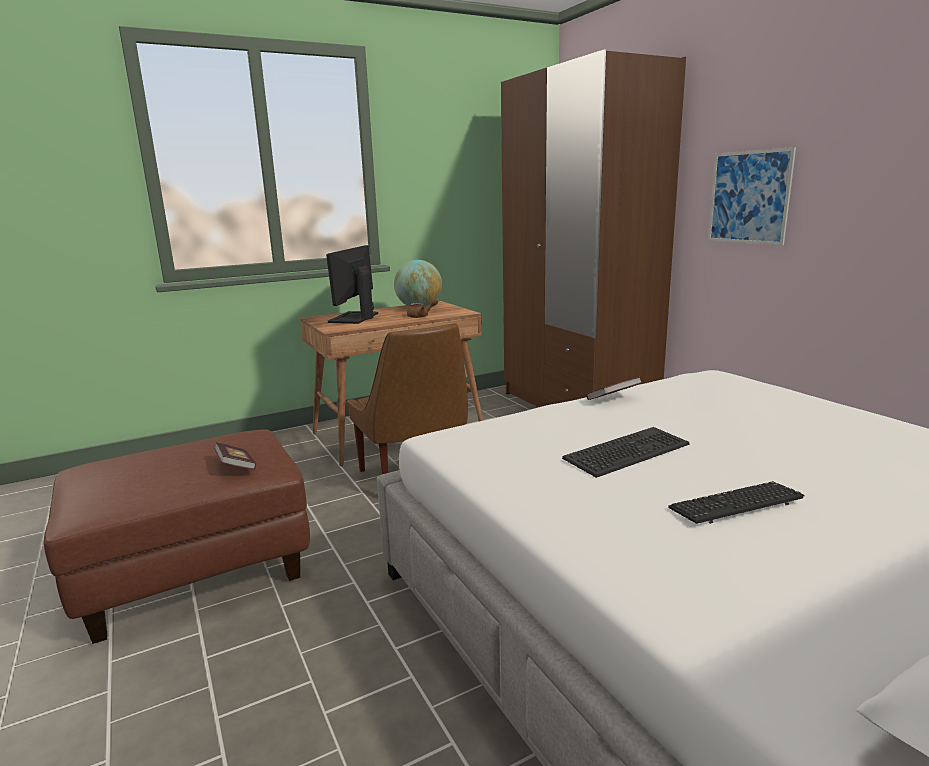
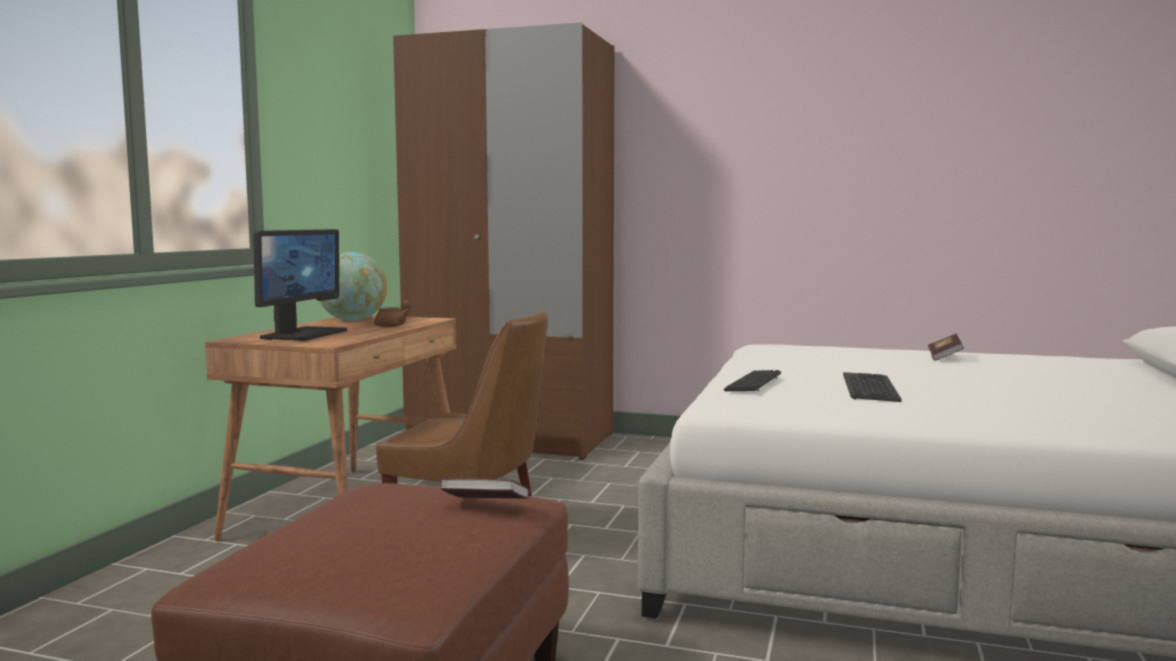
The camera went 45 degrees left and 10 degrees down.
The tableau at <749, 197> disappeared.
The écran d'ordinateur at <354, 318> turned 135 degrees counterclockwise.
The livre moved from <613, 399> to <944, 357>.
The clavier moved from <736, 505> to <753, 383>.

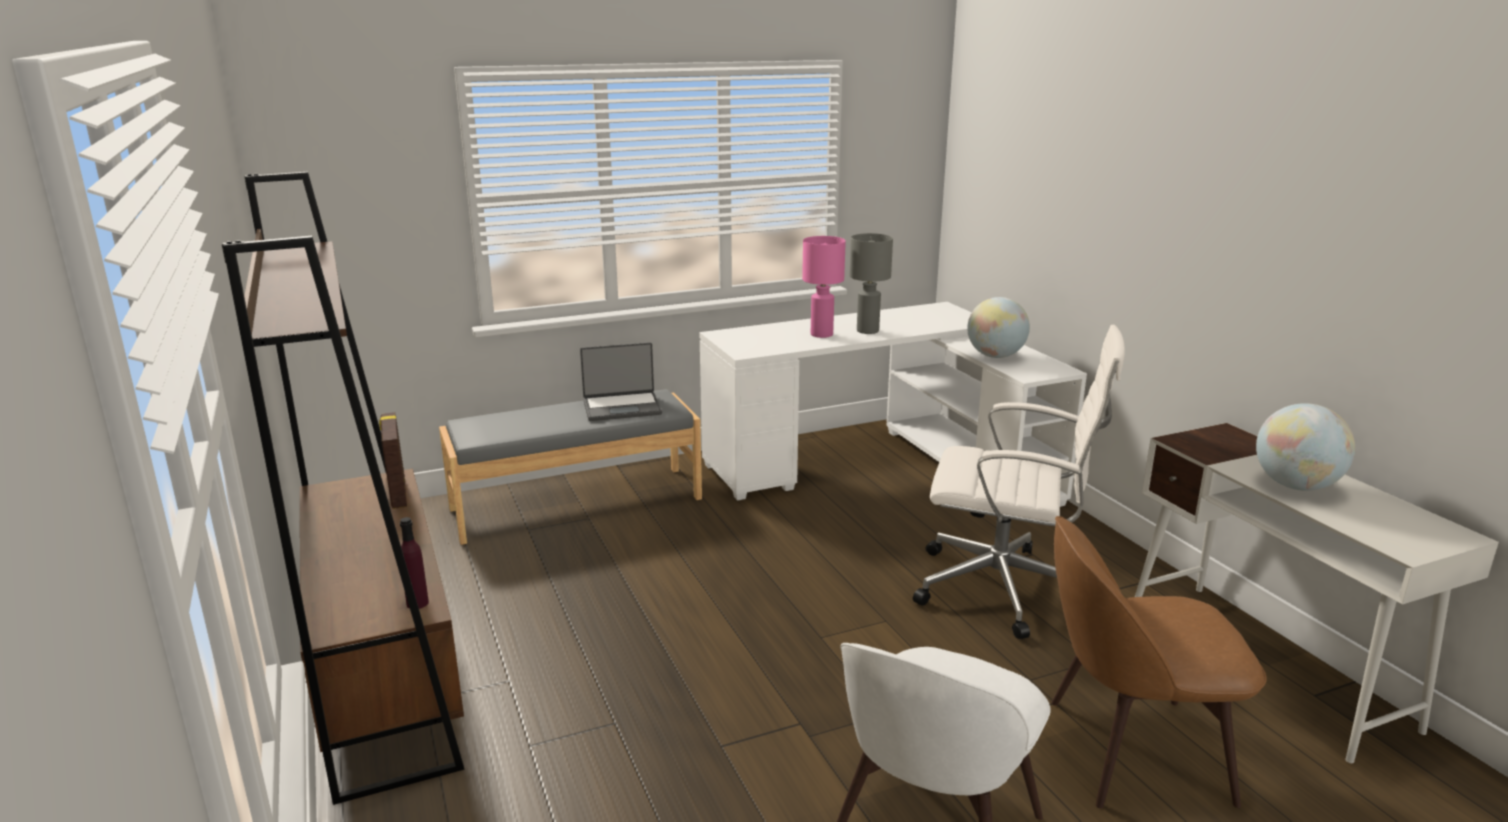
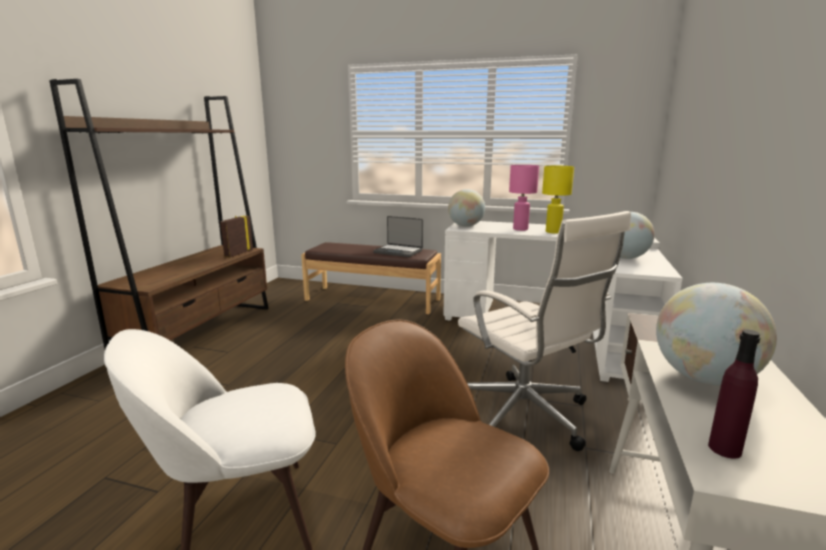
The camera went 40 degrees right and 5 degrees down.
The lampe de table/gris at <868, 331> became the lampe de table/jaune at <553, 232>.
The banc/gris at <576, 503> became the banc/marron at <373, 299>.
The bouteille/violet moved from <417, 603> to <724, 449>.
The globe at <465, 226> appeared.

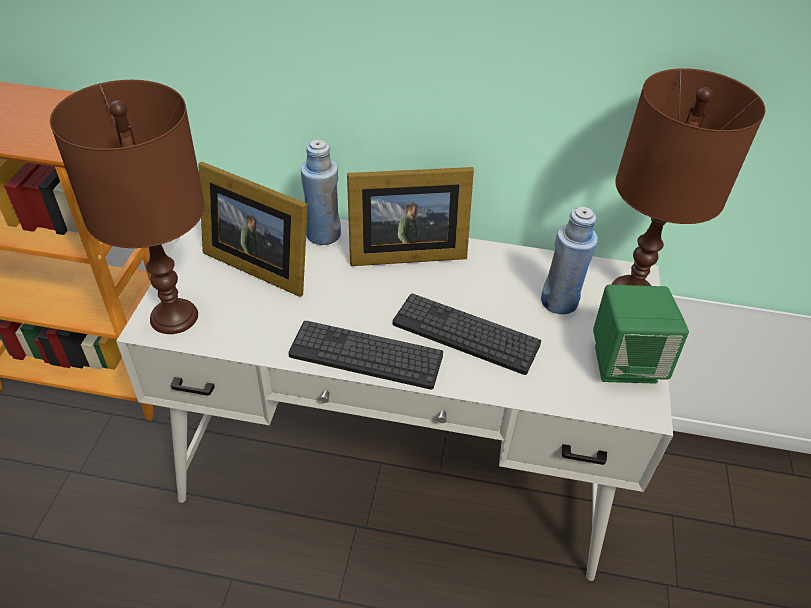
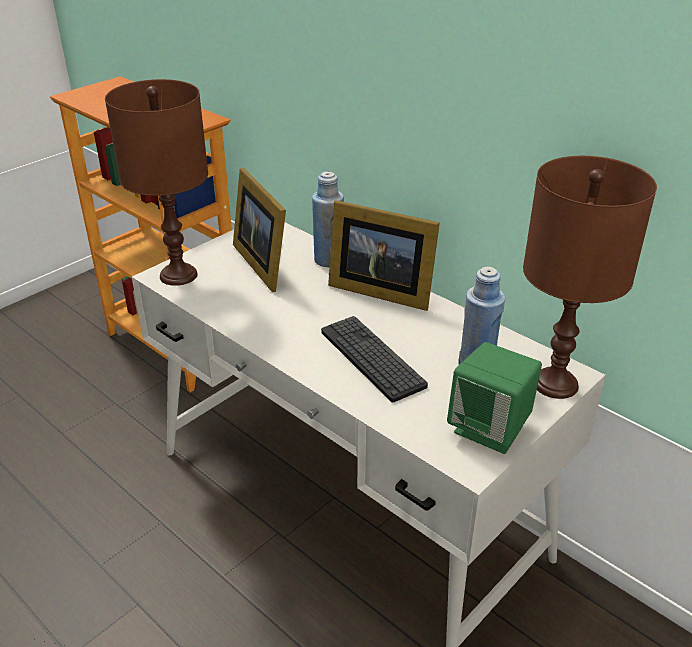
The camera went 35 degrees right and 10 degrees down.
The clavier at <366, 355> disappeared.

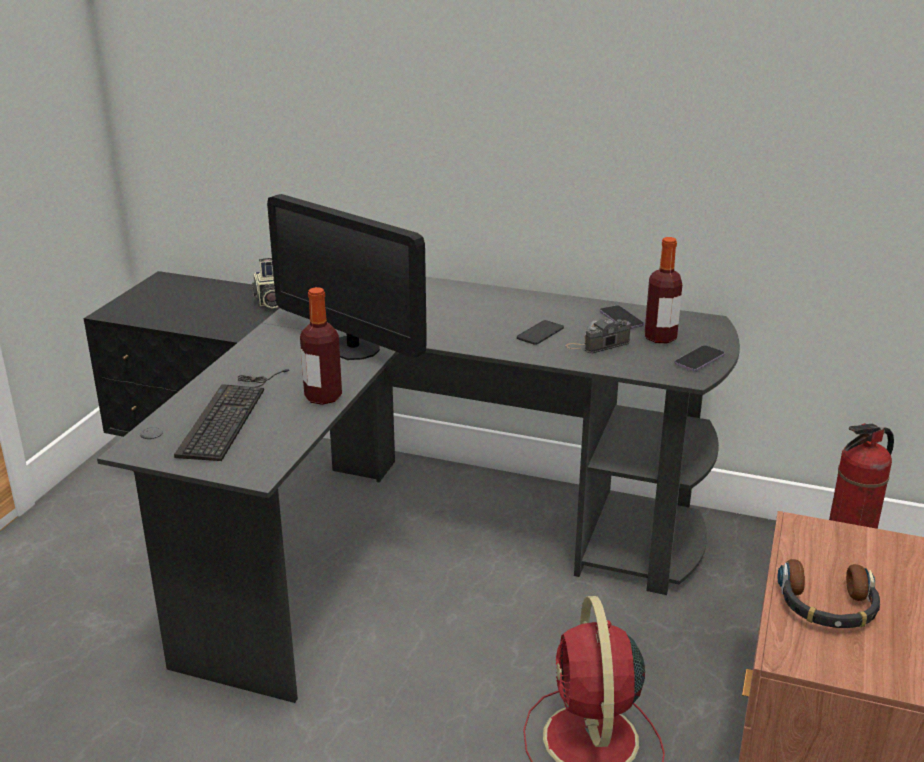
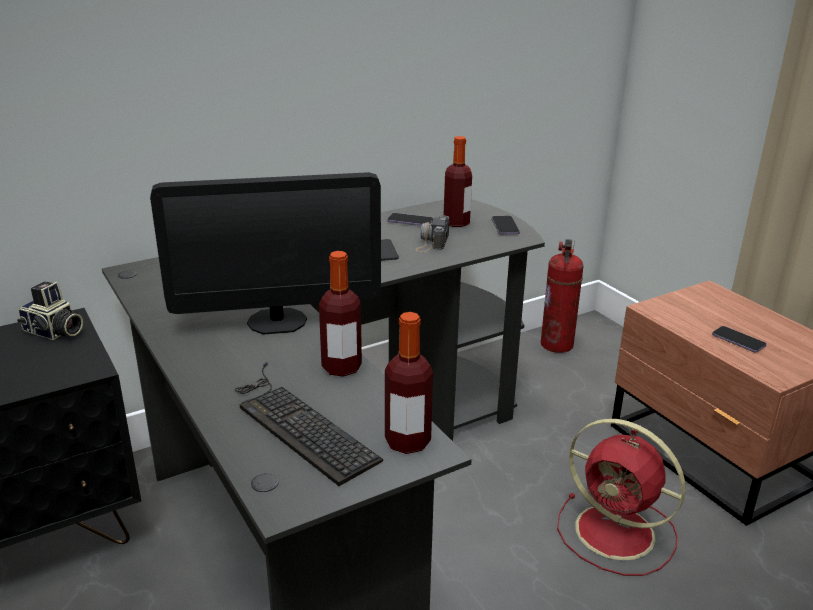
The camera went 50 degrees left and 0 degrees up.
The casque audio at <827, 606> was replaced by the téléphone at <738, 341>.
The bouteille at <407, 442> appeared.

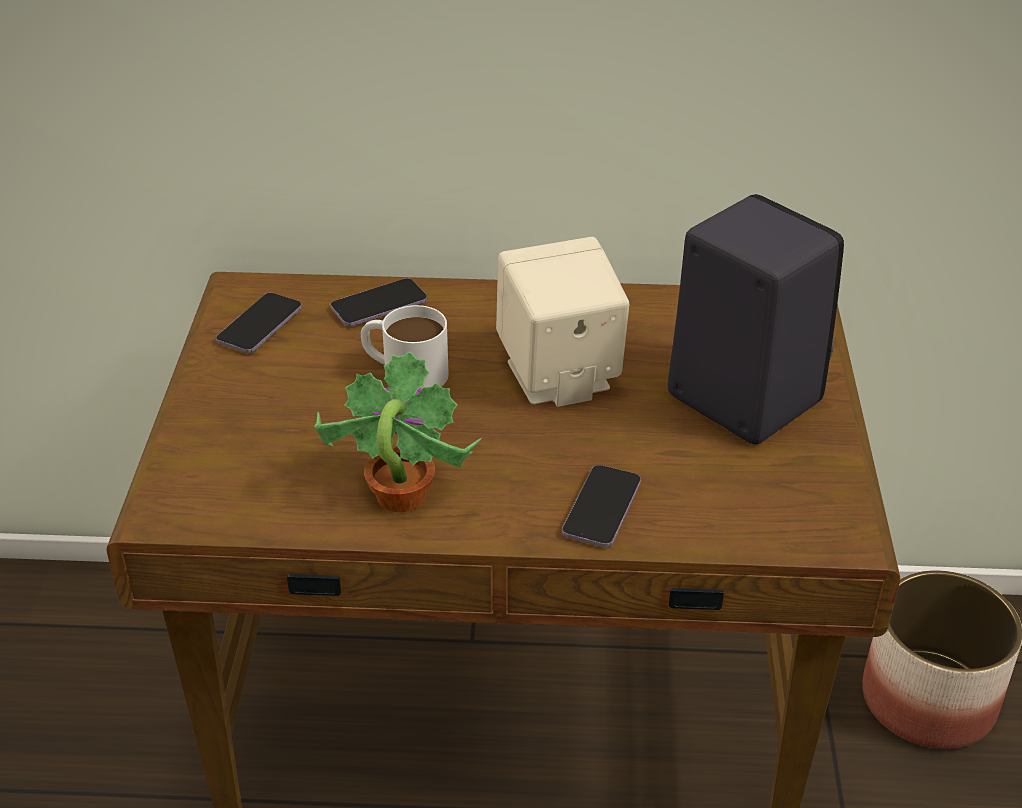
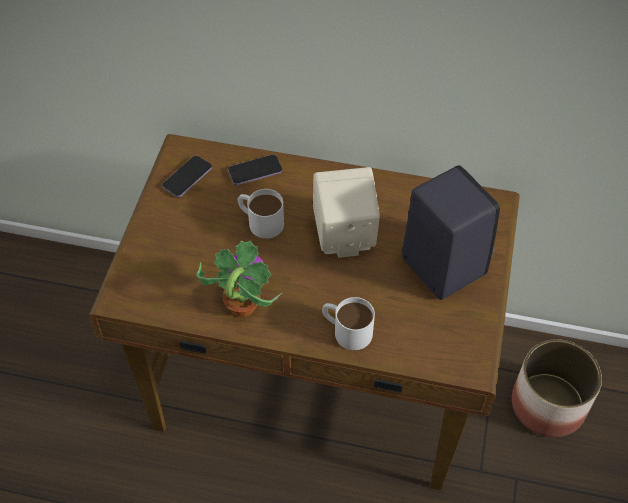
The camera went 10 degrees right and 15 degrees up.
The téléphone at <602, 508> was replaced by the mug/blanc at <346, 330>.

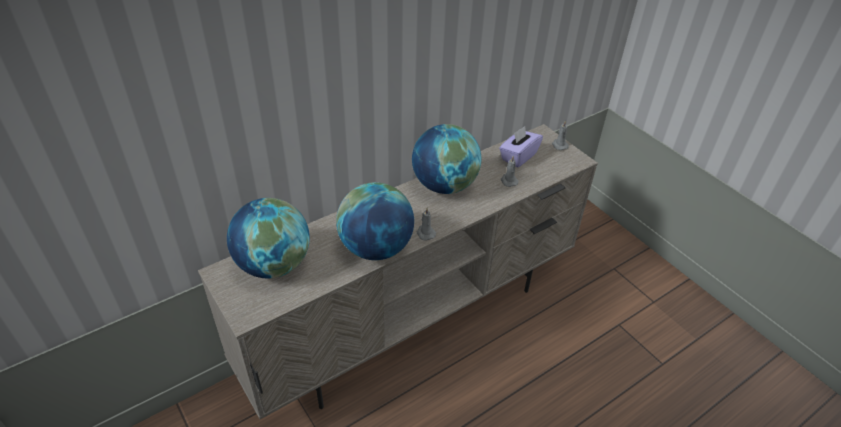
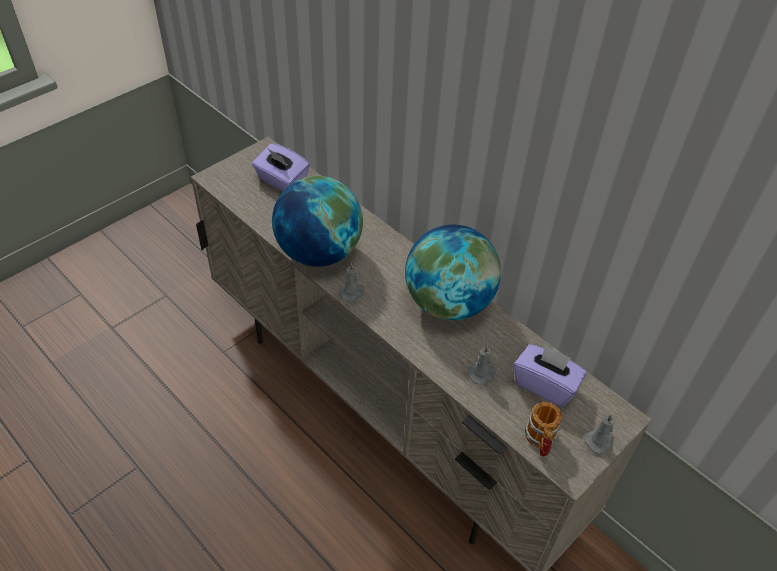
The camera went 80 degrees right and 5 degrees up.
The globe at <274, 264> was replaced by the boîte à mouchoirs/violet at <281, 181>.
The mug at <540, 441> appeared.

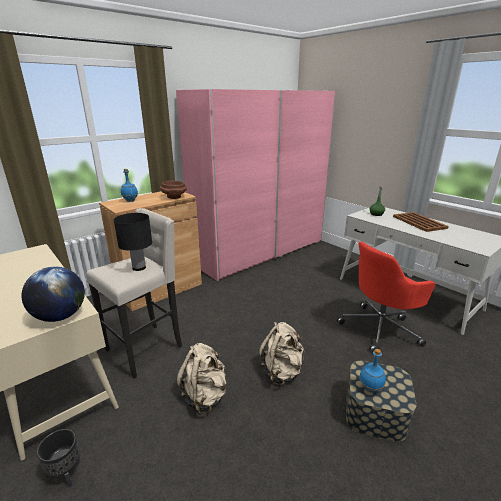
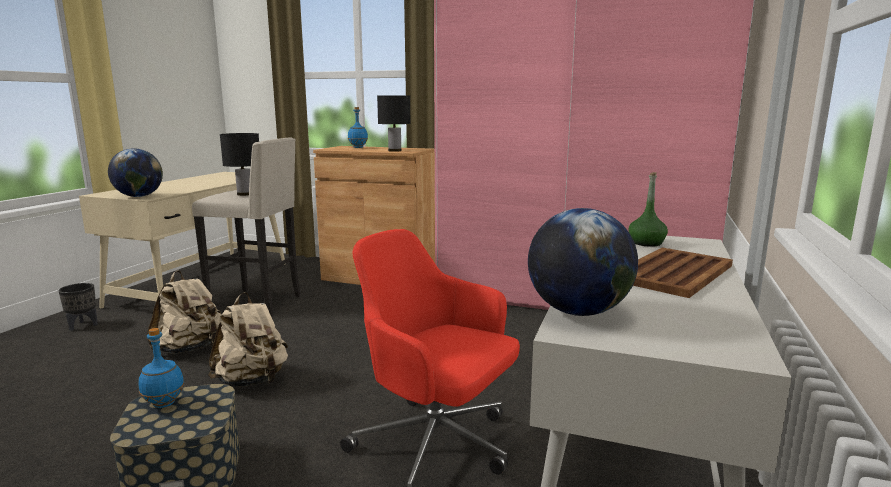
The camera went 60 degrees right and 10 degrees down.
The bol/marron at <174, 197> was replaced by the lampe de table/noir at <395, 151>.
The globe at <578, 312> appeared.

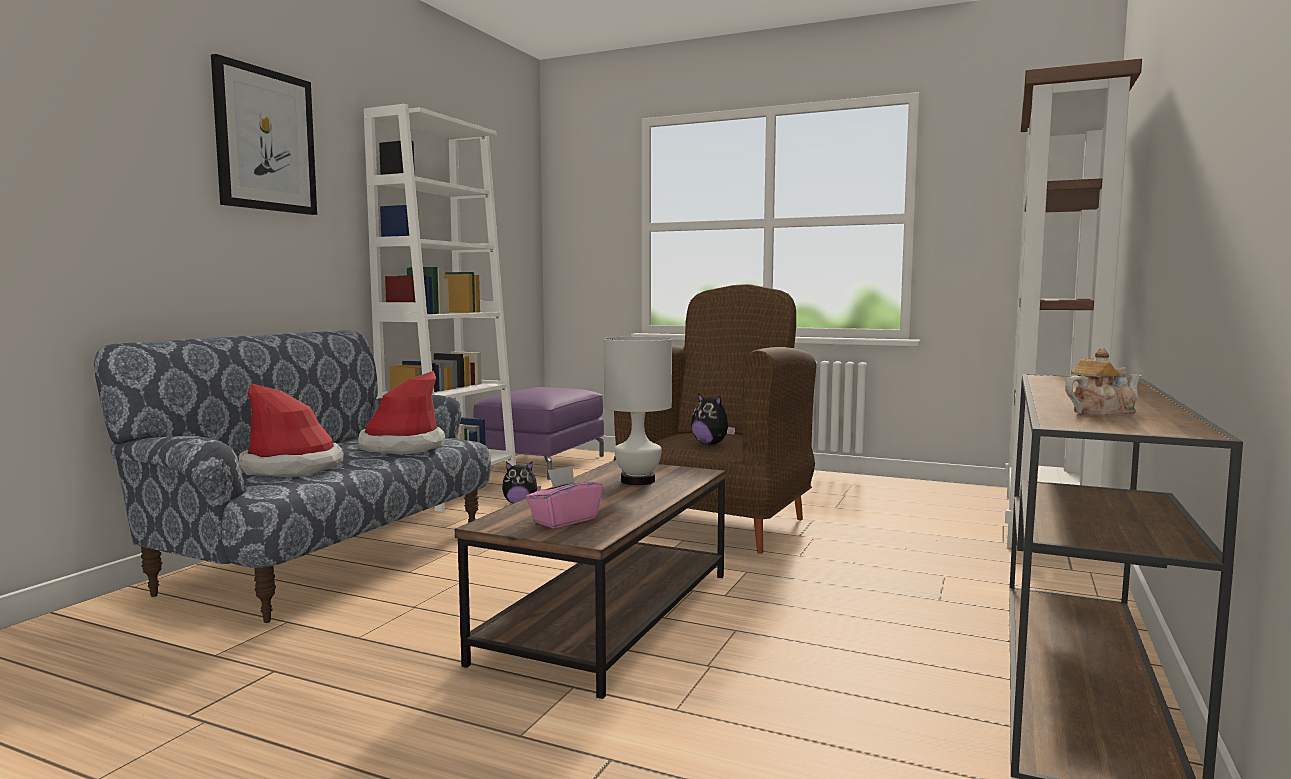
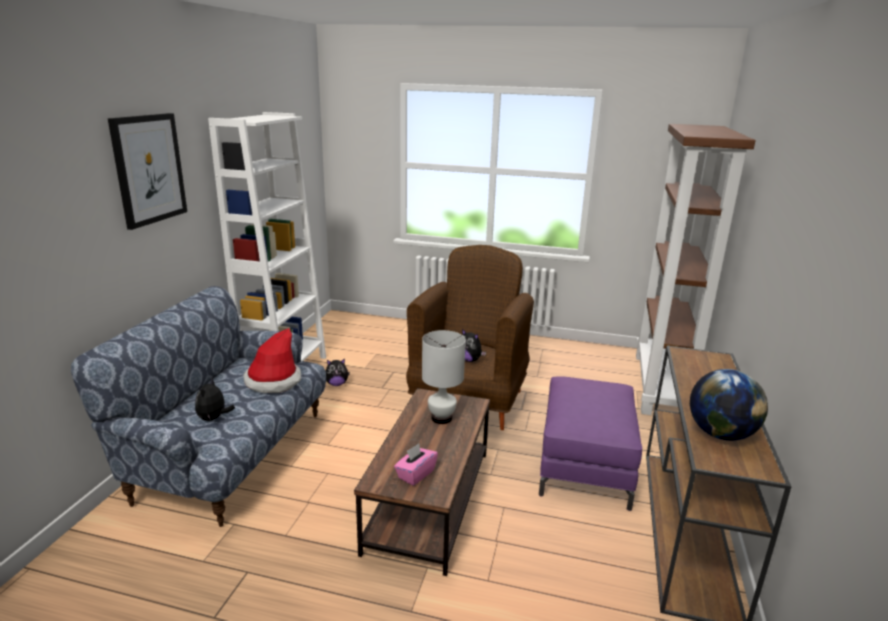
The camera went 10 degrees left and 15 degrees up.
The théière at <1100, 412> was replaced by the globe at <720, 434>.
The chapeau at <292, 468> was replaced by the peluche at <213, 418>.
The pouf/violet moved from <542, 463> to <584, 465>.

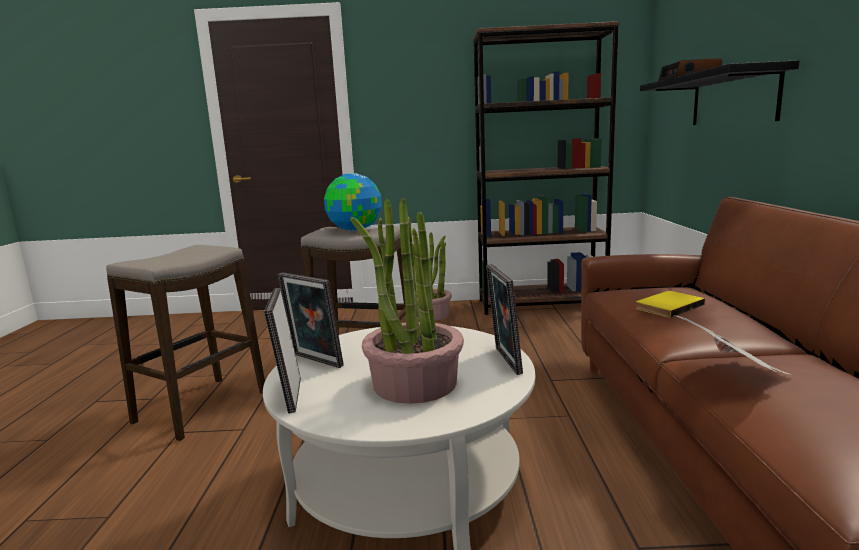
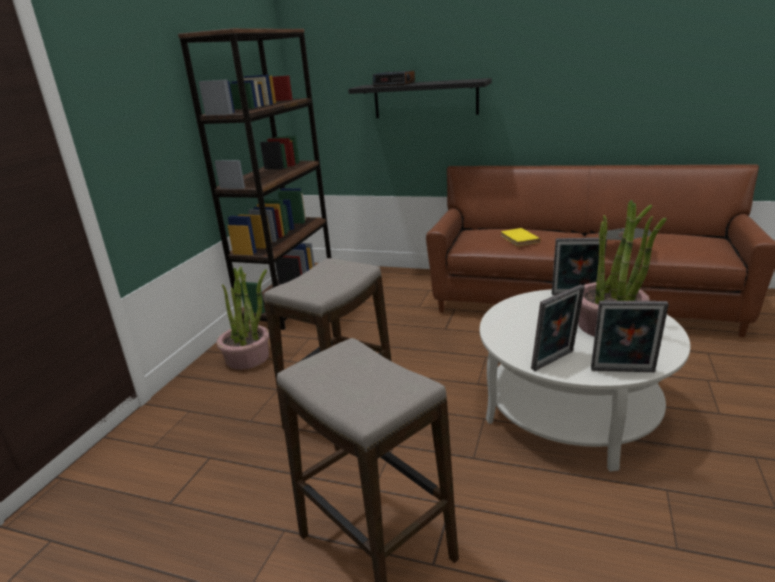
The camera went 70 degrees left and 10 degrees up.
The globe at <355, 230> disappeared.

